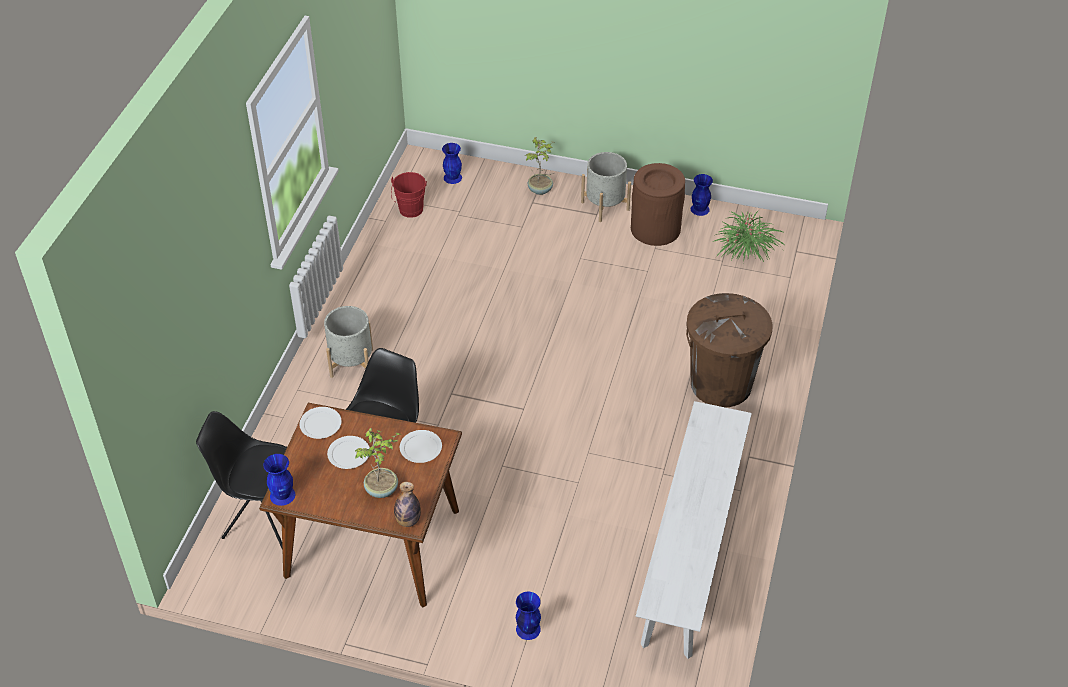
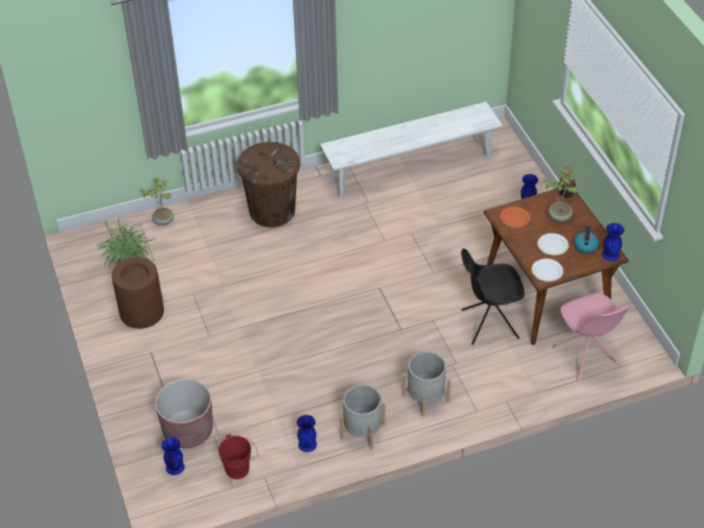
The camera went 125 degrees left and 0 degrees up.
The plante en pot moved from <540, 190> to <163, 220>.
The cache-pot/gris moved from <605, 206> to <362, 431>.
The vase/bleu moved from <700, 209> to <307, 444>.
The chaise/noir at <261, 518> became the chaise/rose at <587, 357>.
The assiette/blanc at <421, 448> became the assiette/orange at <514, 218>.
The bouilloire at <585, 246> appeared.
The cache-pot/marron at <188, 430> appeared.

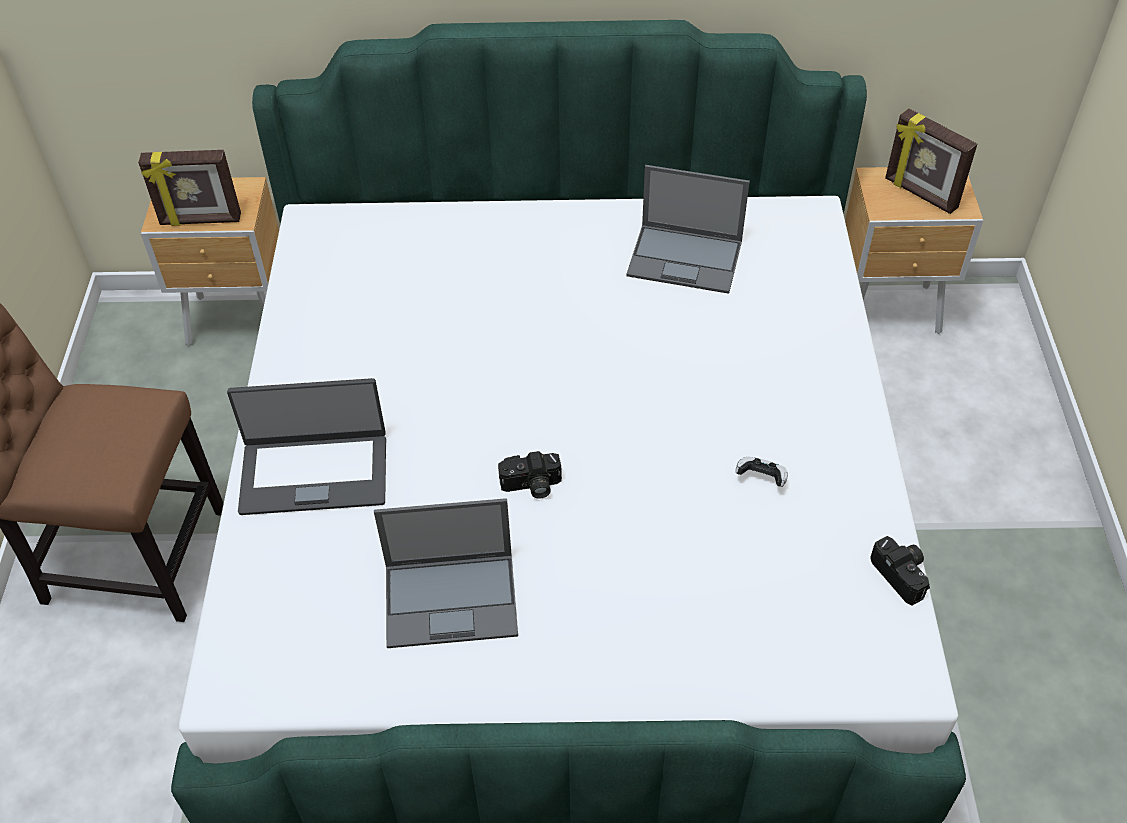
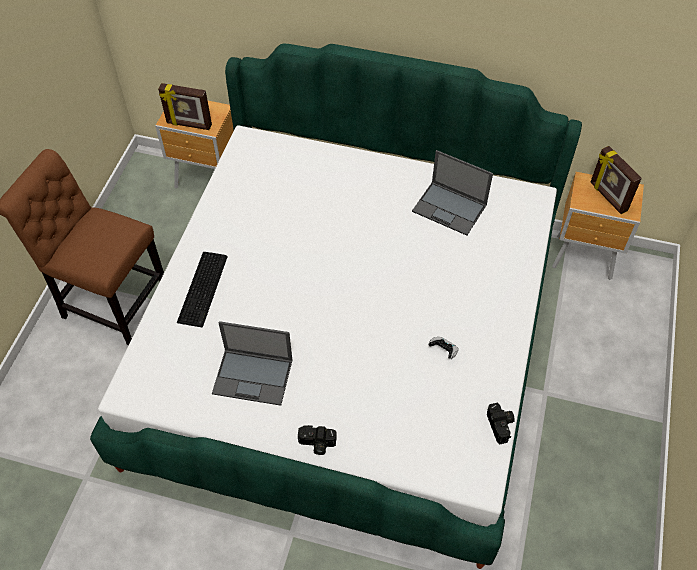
The camera went 15 degrees right and 5 degrees up.
The ordinateur portable at <314, 472> was replaced by the clavier at <204, 288>.
The appareil photo moved from <531, 486> to <316, 444>.

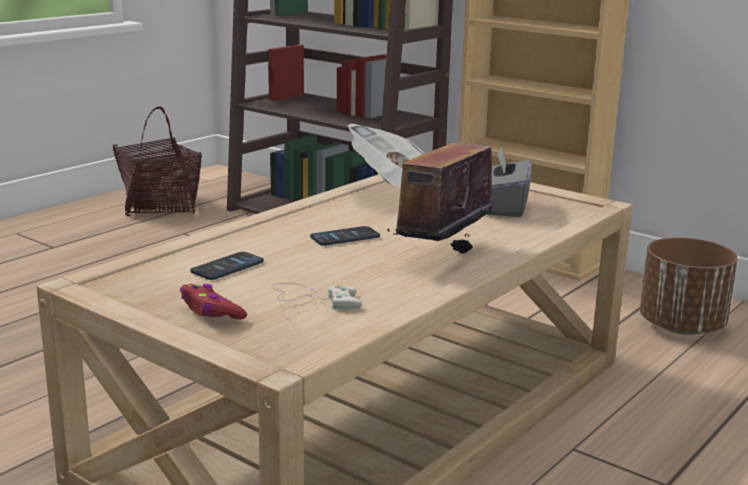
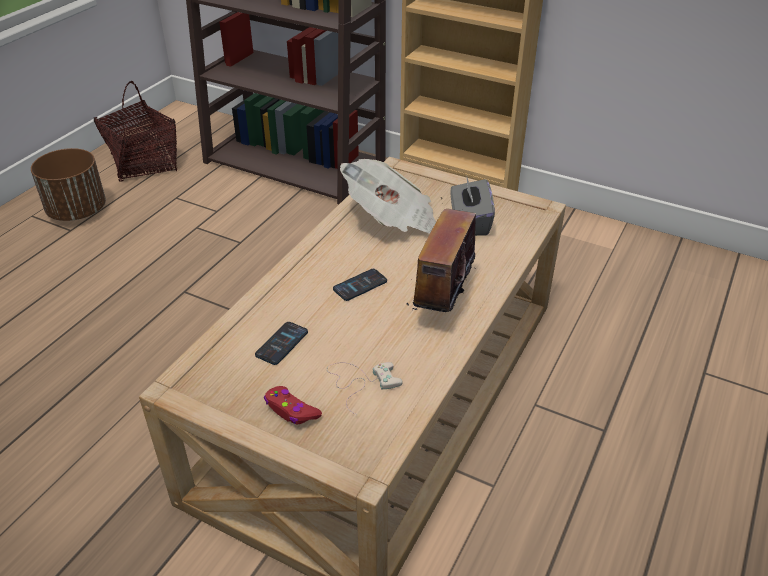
The camera went 10 degrees left and 20 degrees up.
The cache-pot/marron moved from <682, 327> to <78, 211>.

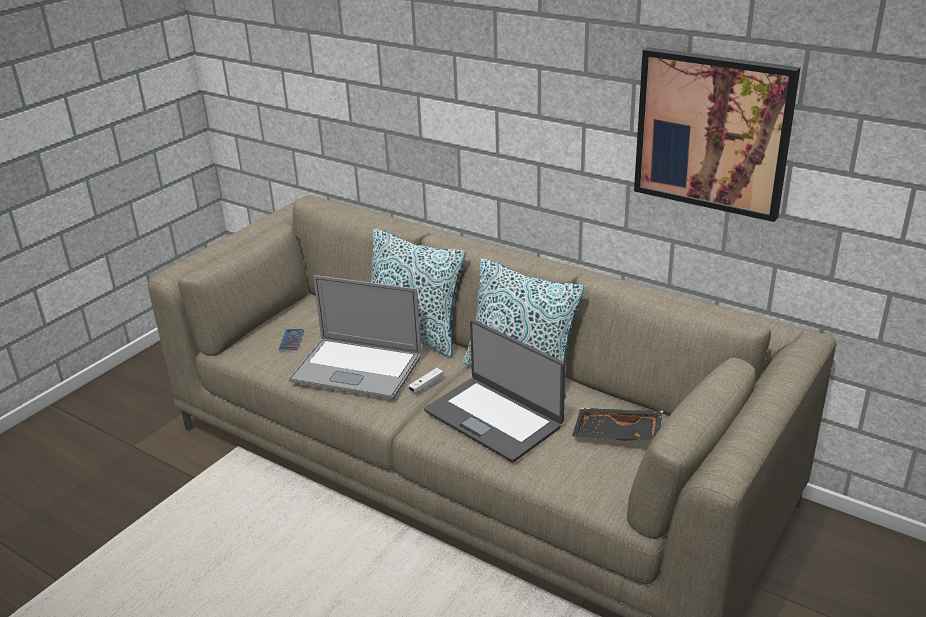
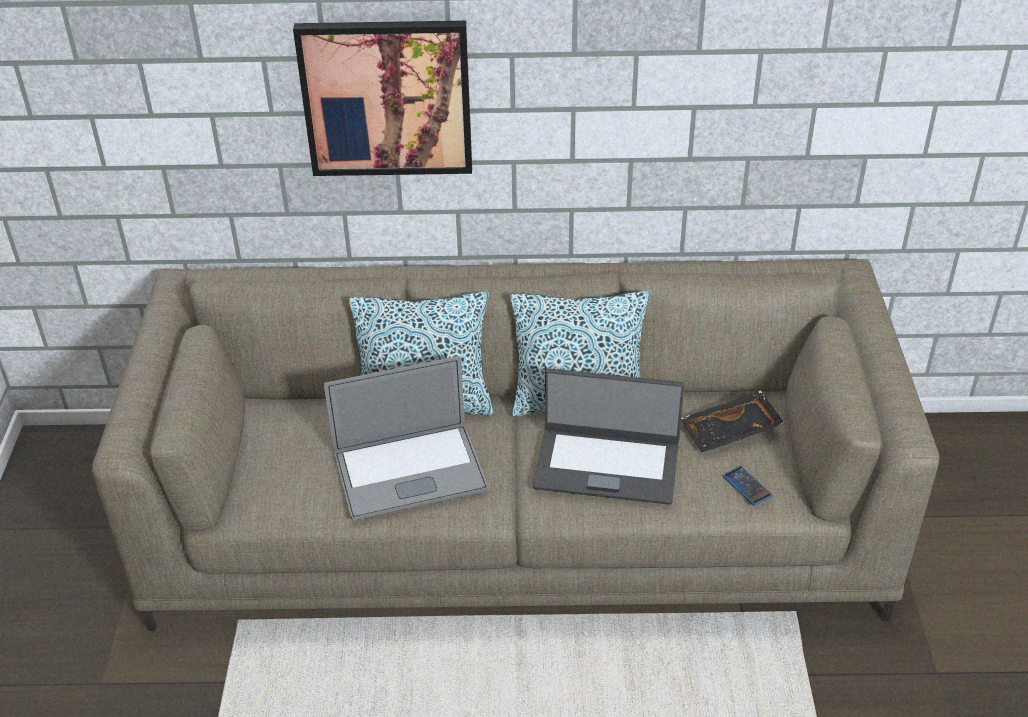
The camera went 35 degrees left and 10 degrees up.
The tableau moved from <712, 132> to <387, 98>.
The téléphone moved from <291, 340> to <747, 486>.
The manette/blanc at <426, 385> disappeared.

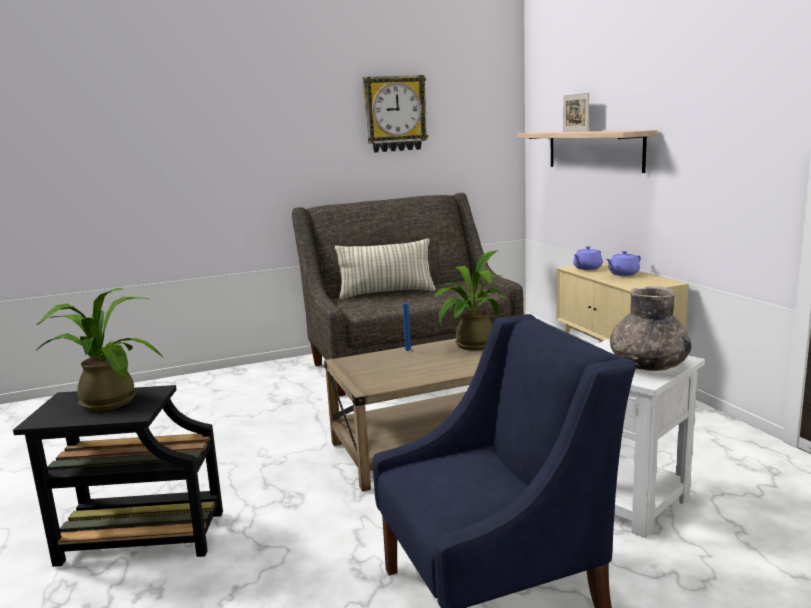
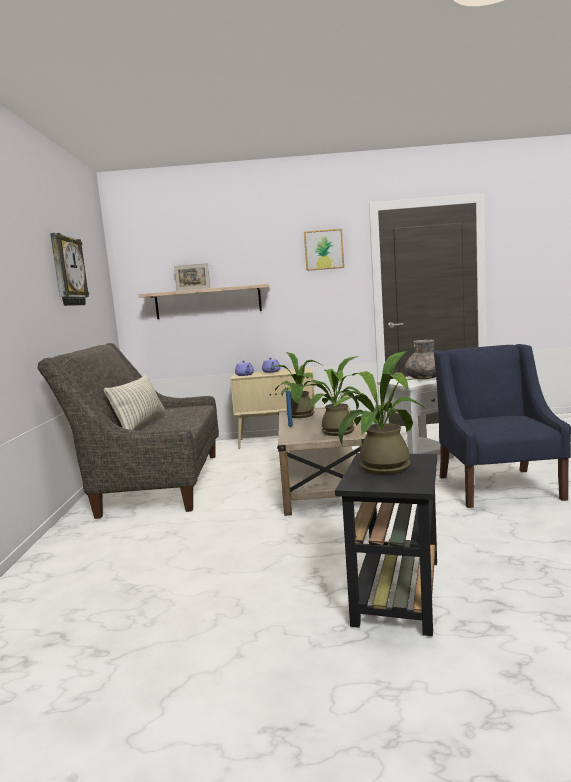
The camera went 70 degrees left and 5 degrees down.
The tableau at <323, 250> appeared.
The plante en pot at <333, 432> appeared.

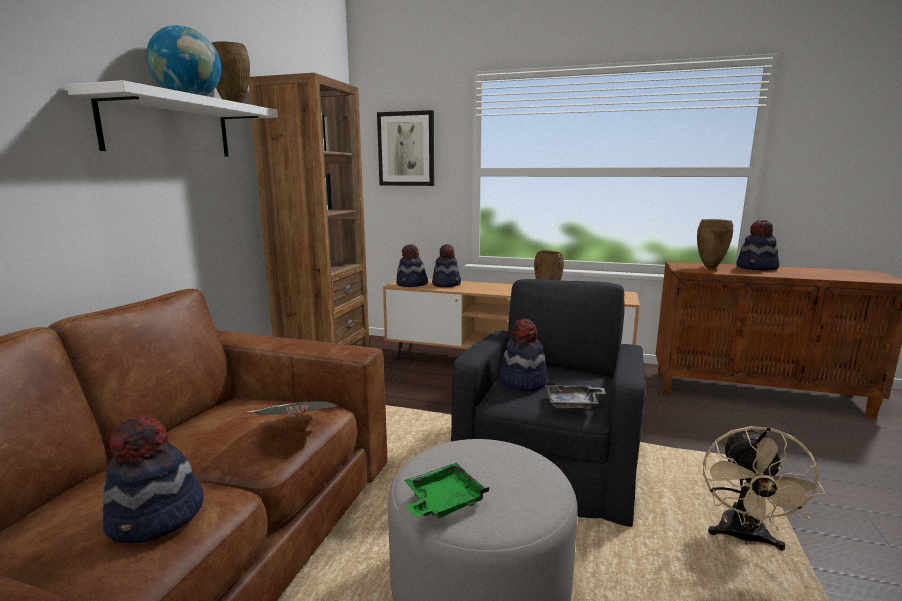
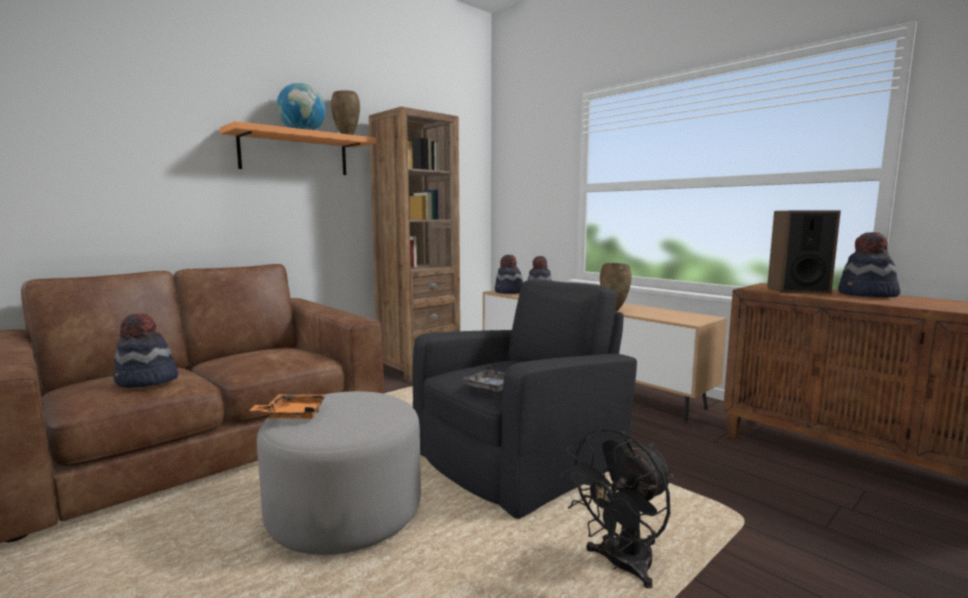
The camera went 30 degrees right and 5 degrees down.
The étagère/blanc at <169, 127> became the étagère/orange at <294, 153>.
The tableau at <406, 149> disappeared.
The vase/marron at <710, 267> was replaced by the enceinte at <797, 290>.
The chapeau at <522, 382> disappeared.
The journal at <297, 430> disappeared.
The ventilateur/beige at <744, 538> became the ventilateur/noir at <620, 566>.
The plateau/vert at <443, 501> became the plateau/orange at <292, 415>.

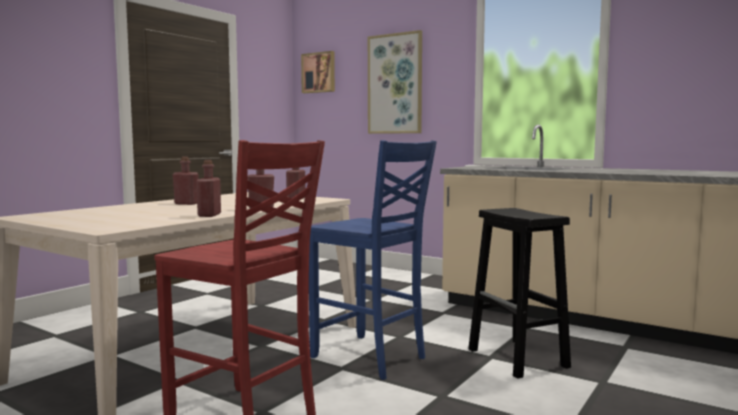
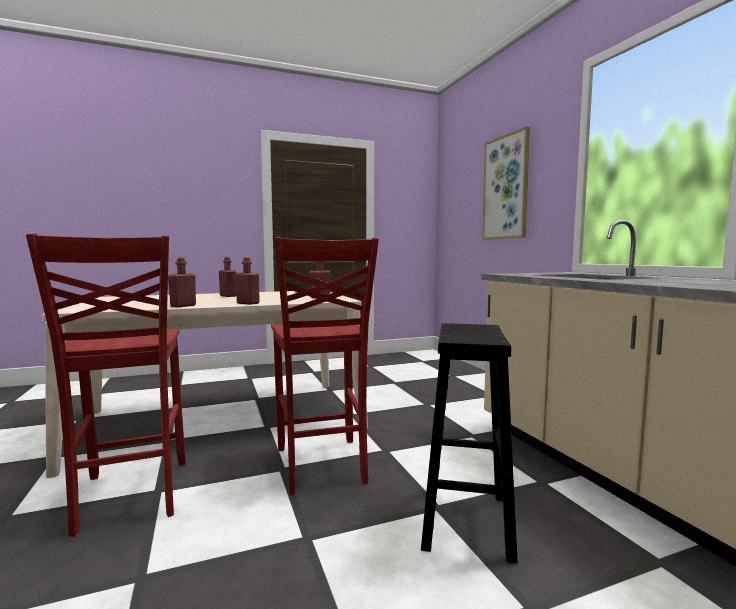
The camera went 35 degrees right and 0 degrees up.
The tableau at <319, 72> disappeared.
The chaise/bleu at <370, 358> became the chaise/rouge at <321, 466>.

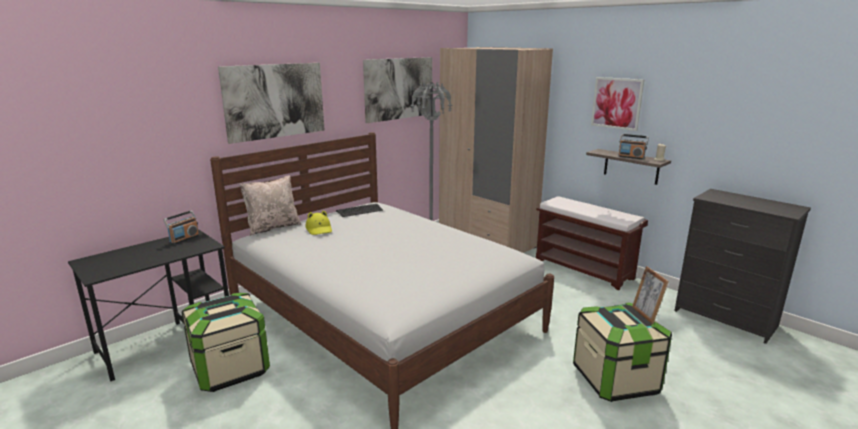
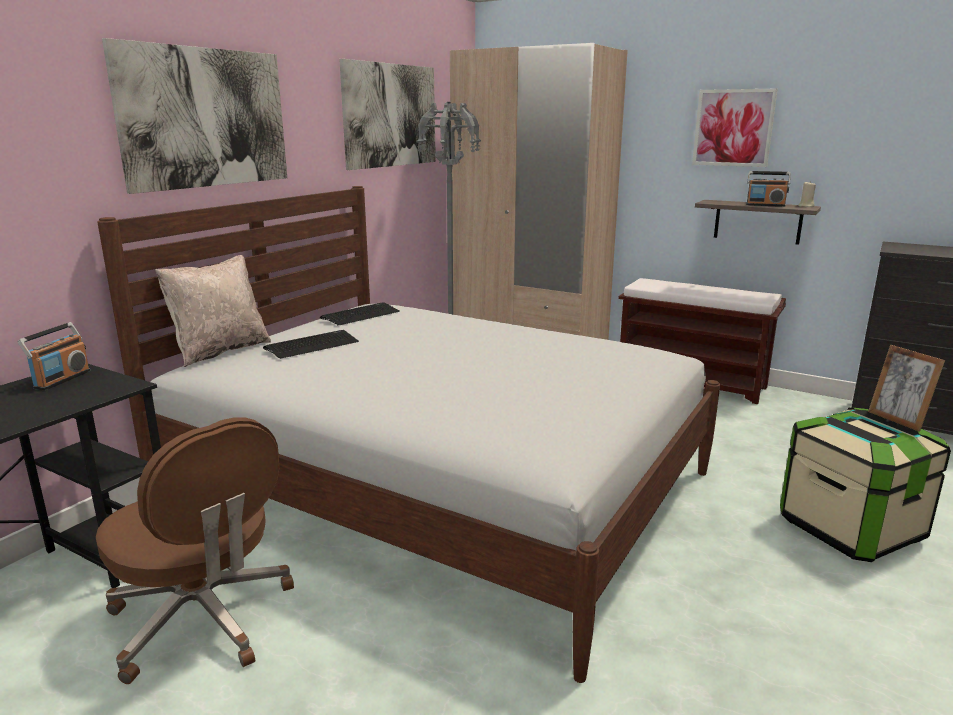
The camera went 15 degrees left and 0 degrees up.
The chapeau/jaune at <319, 229> was replaced by the clavier at <312, 345>.
The boîte de rangement at <230, 369> was replaced by the chaise de bureau/marron at <203, 619>.

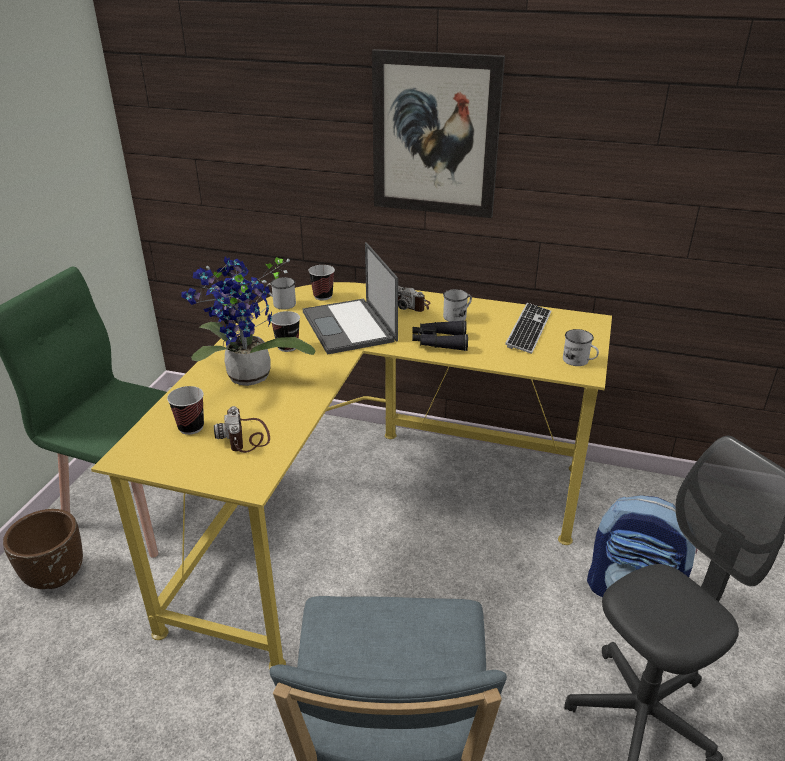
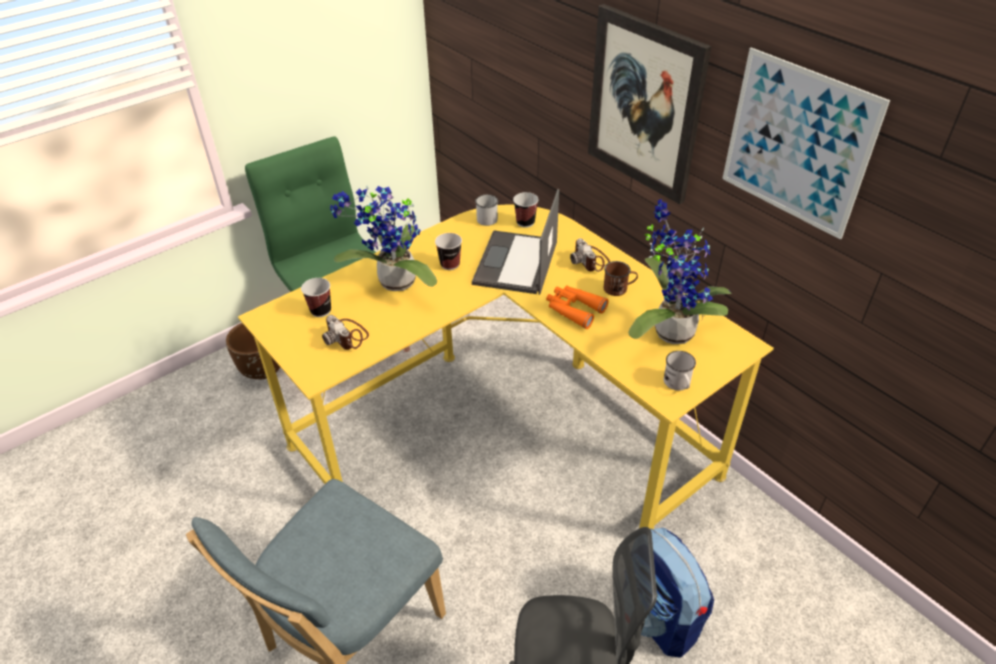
The camera went 35 degrees right and 10 degrees up.
The mug/blanc at <457, 316> became the mug/marron at <619, 288>.
The clavier at <528, 329> was replaced by the plante en pot at <669, 330>.
The jumelles/noir at <439, 342> became the jumelles/orange at <573, 310>.
The appareil photo at <246, 437> turned 60 degrees counterclockwise.
The tableau at <796, 144> appeared.

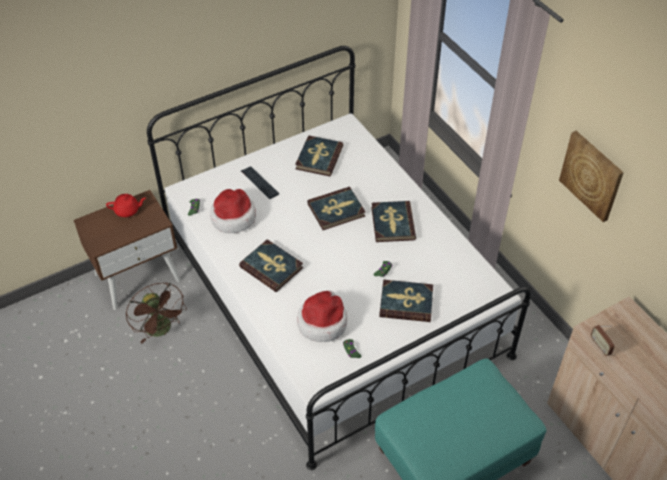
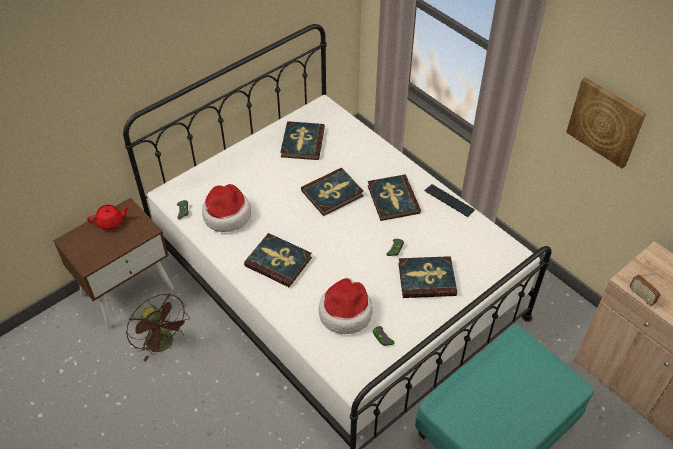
The camera went 10 degrees left and 0 degrees up.
The clavier moved from <259, 183> to <449, 201>.

